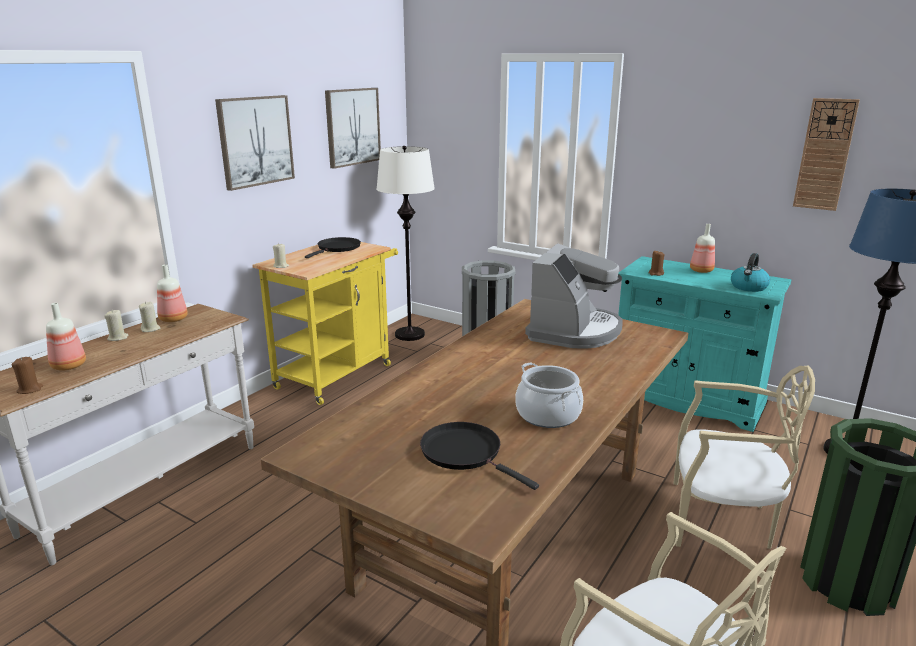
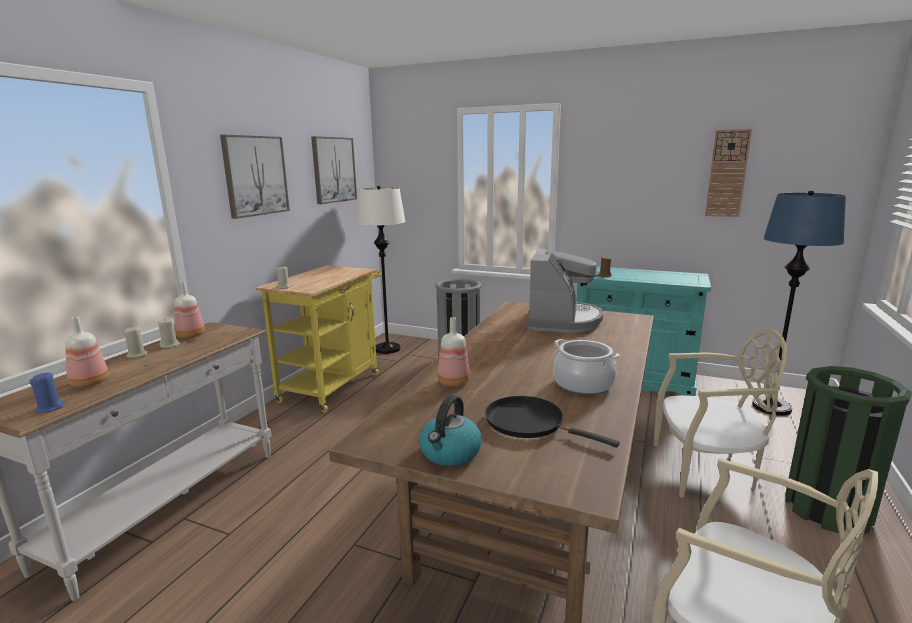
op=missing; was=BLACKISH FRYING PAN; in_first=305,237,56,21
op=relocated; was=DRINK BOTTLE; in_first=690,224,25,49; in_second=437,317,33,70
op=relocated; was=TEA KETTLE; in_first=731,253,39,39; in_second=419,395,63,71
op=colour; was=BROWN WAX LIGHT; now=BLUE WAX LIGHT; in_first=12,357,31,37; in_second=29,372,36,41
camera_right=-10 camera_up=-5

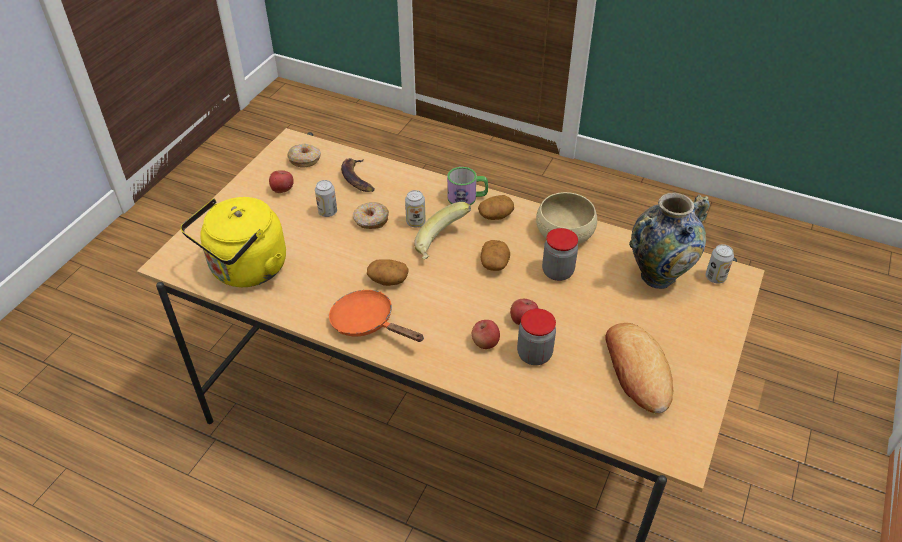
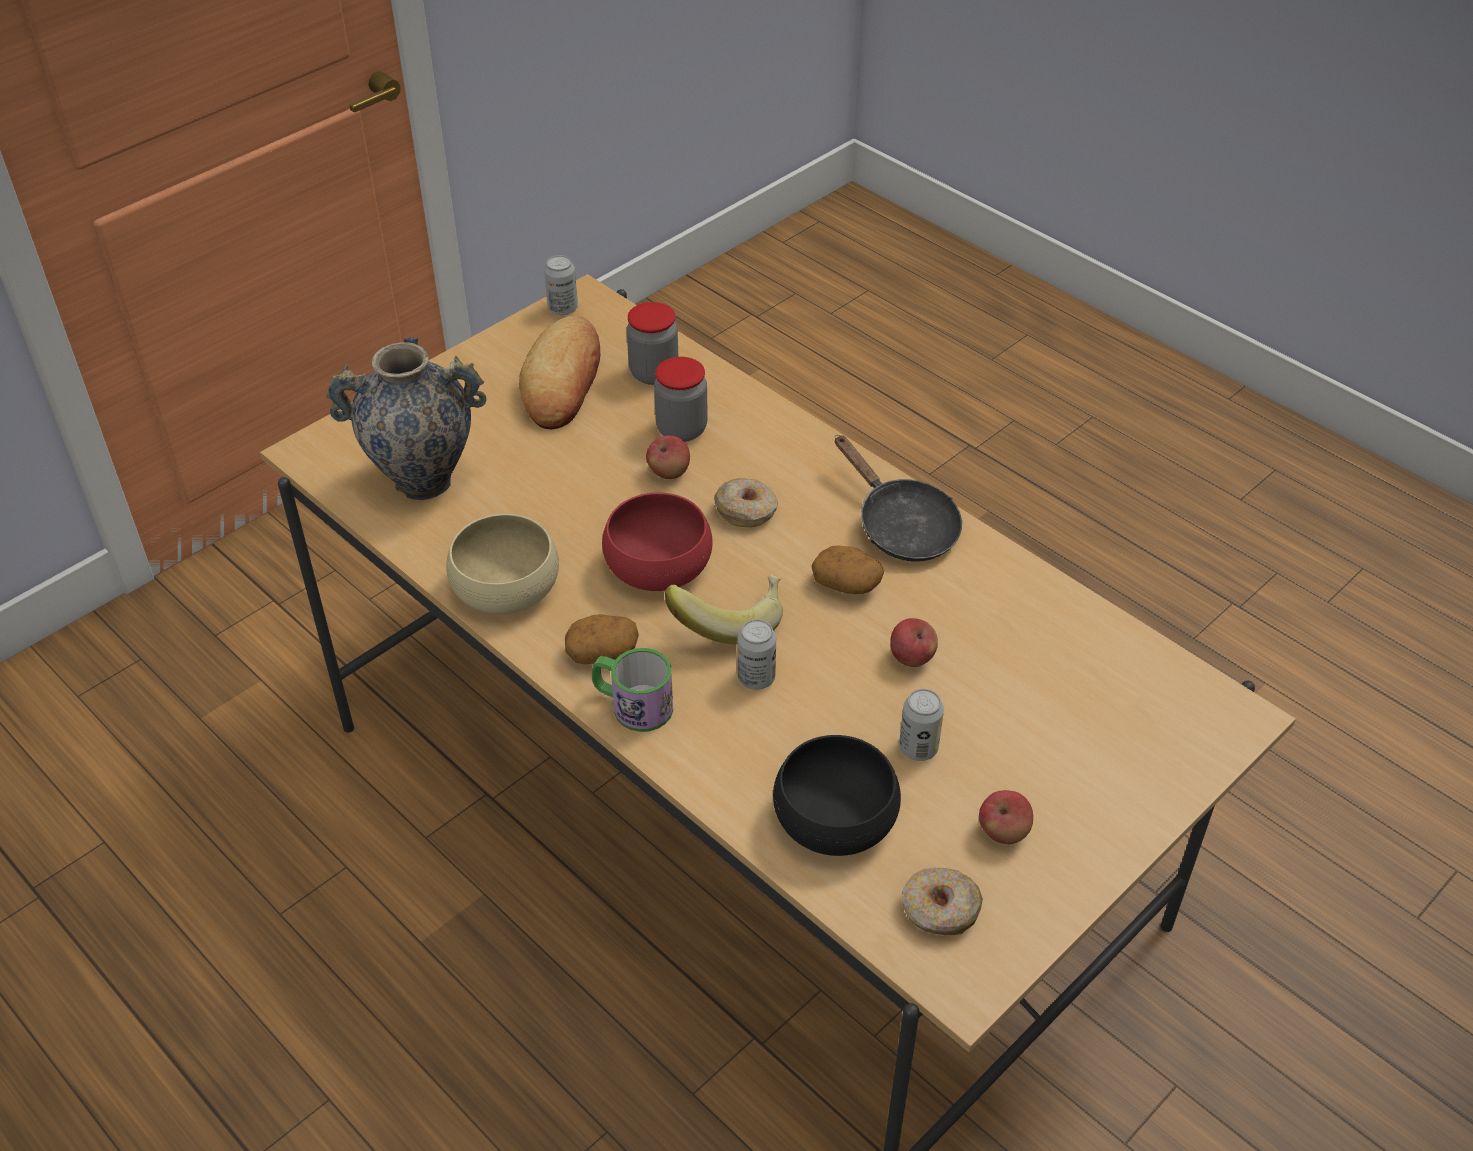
op=missing; was=YELLOW-COLOURED TEA KETTLE; in_first=180,197,106,90
op=relocated; was=DOUGHNUT; in_first=353,202,36,27; in_second=714,478,64,49
op=relocated; was=APPLE FRUIT; in_first=472,320,28,29; in_second=890,618,48,49
op=relocated; was=JAR; in_first=542,228,36,53; in_second=627,302,51,83
op=relocated; was=CAN; in_first=705,244,29,39; in_second=544,255,34,60
op=exchanged; was=BANANA FRUIT; now=BLACKISH BOWL; in_first=341,158,33,34; in_second=773,735,128,121
op=exchanged; was=POTATO; now=REDDISH BOWL; in_first=480,240,30,31; in_second=602,492,111,99
op=colour; was=ORANGEY FRYING PAN; now=BLACKISH FRYING PAN; in_first=329,290,95,52; in_second=835,435,127,127
camera_right=-160 camera_up=0

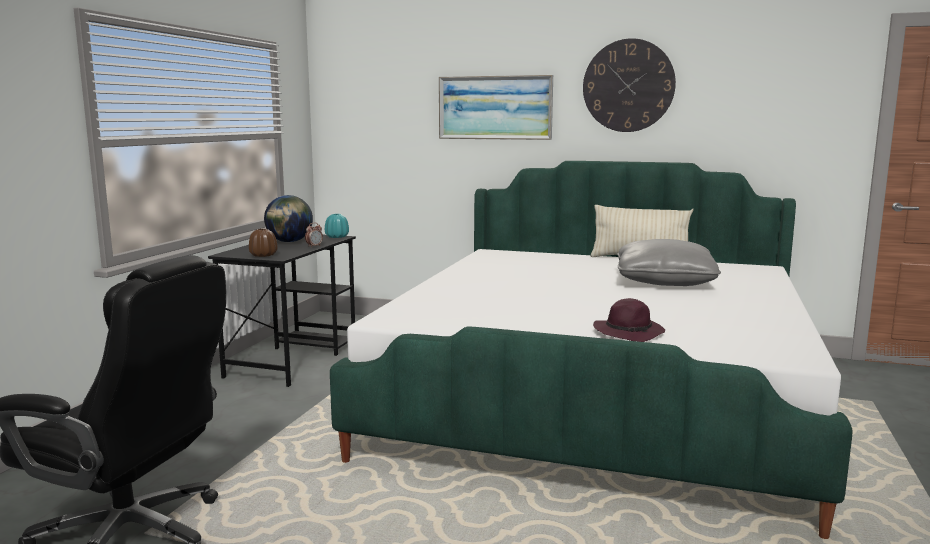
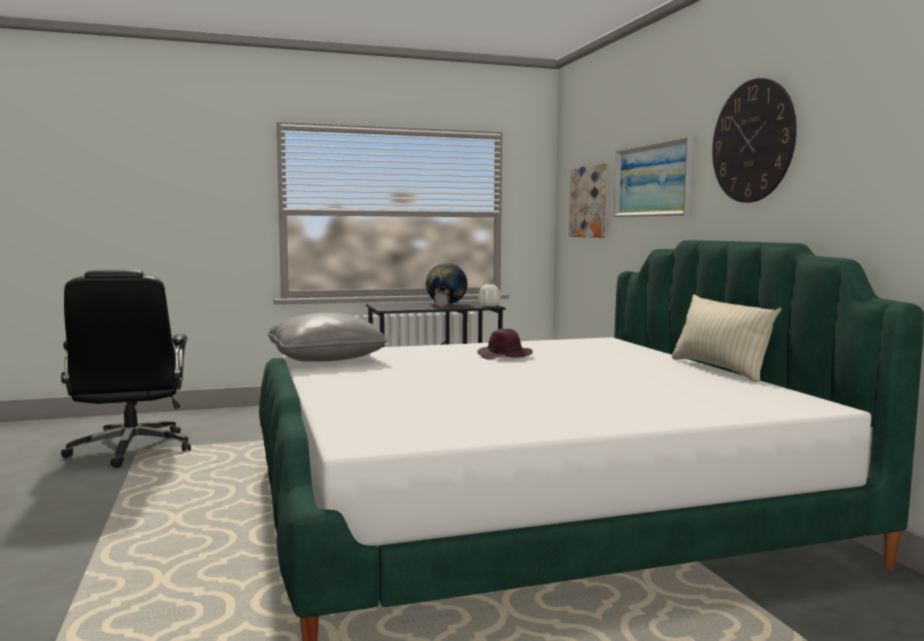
op=missing; was=BROWN VASE; in_first=249,229,29,28
op=appeared; now=PICTURE; in_second=569,163,38,75
op=relocated; was=PURPLE HAT; in_first=593,298,72,44; in_second=477,329,56,30
op=relocated; was=GREY THROW PILLOW; in_first=617,239,104,47; in_second=268,313,119,49
op=colour; was=BLUE-GREEN VASE; now=WHITISH VASE; in_first=325,214,24,24; in_second=478,284,23,23
camera_right=55 camera_up=-5

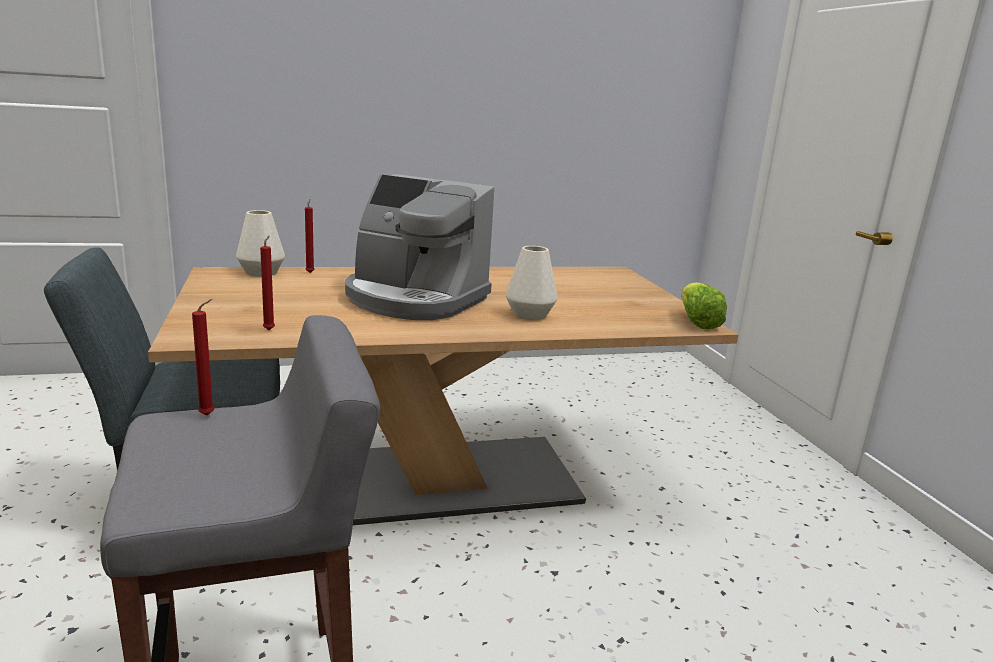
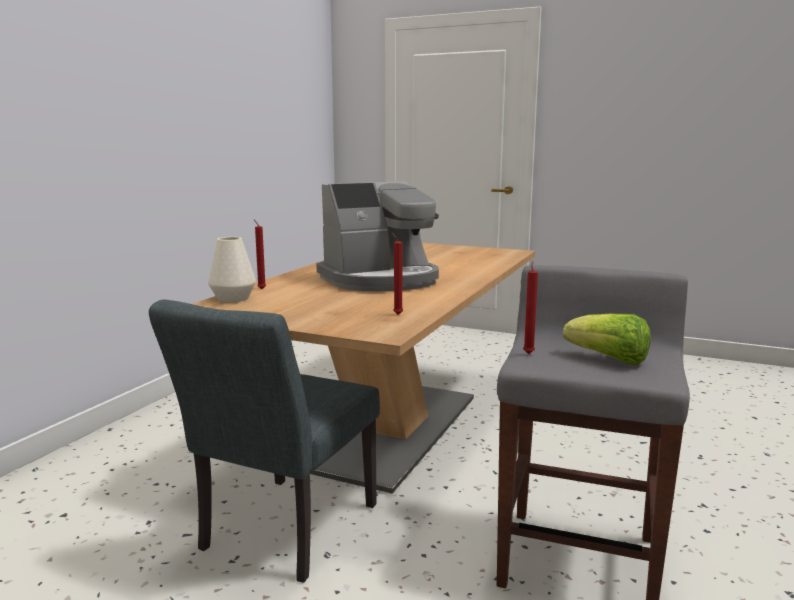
op=missing; was=WHITISH VASE; in_first=506,246,51,74
op=relocated; was=LETTUCE HEAD; in_first=681,282,46,47; in_second=563,314,88,51
camera_right=-50 camera_up=-5

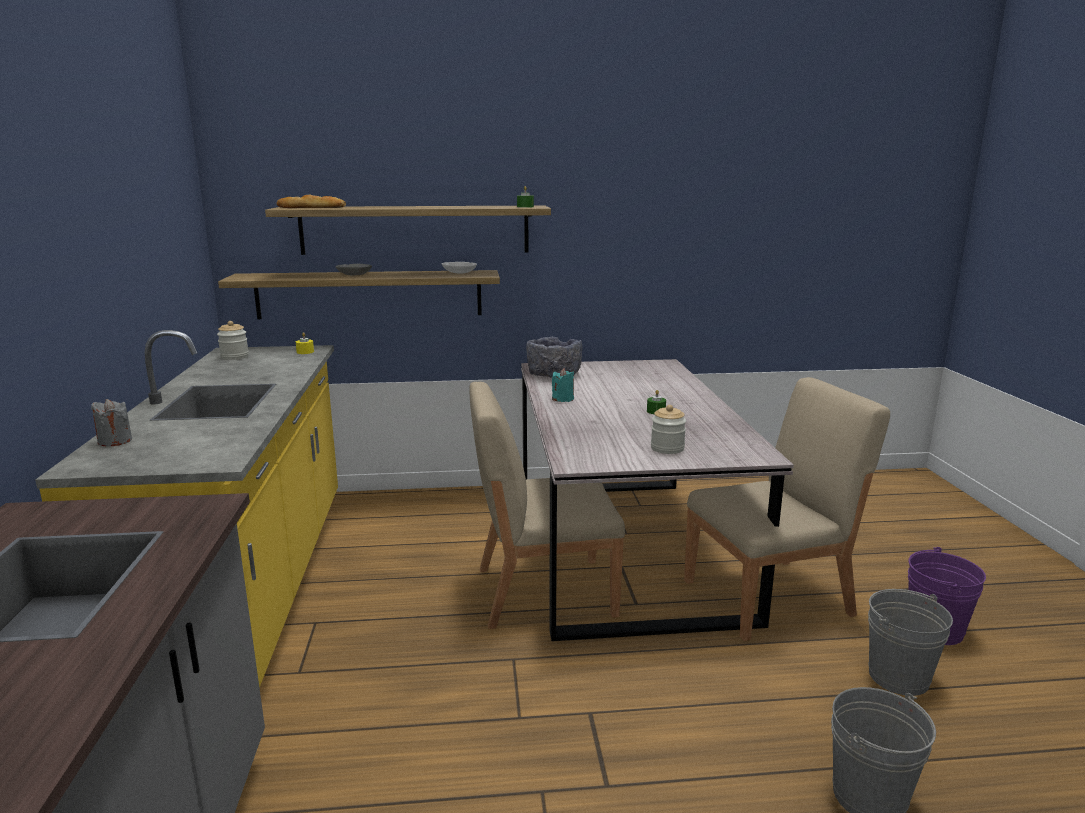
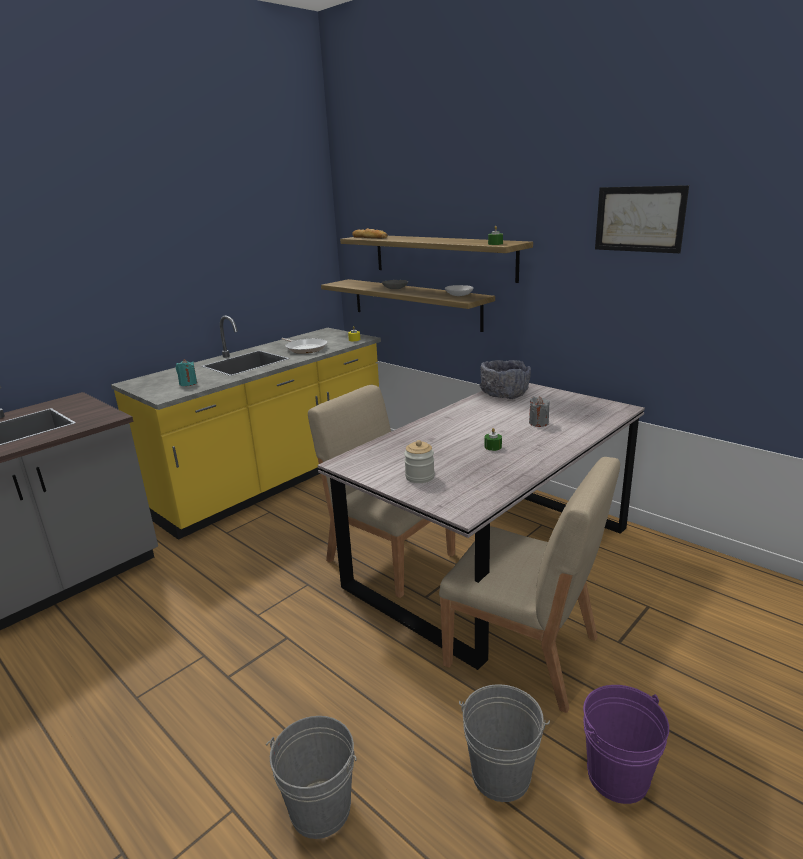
op=missing; was=JAR; in_first=217,321,32,39
op=appeared; now=FRYING PAN; in_second=281,338,46,15
op=appeared; now=PICTURE; in_second=595,185,94,68
op=relocated; was=GREY WAX LIGHT; in_first=91,399,41,47; in_second=529,397,21,30
op=relocated; was=BLUE-GREEN WAX LIGHT; in_first=552,368,22,34; in_second=176,359,21,27
camera_right=50 camera_up=5

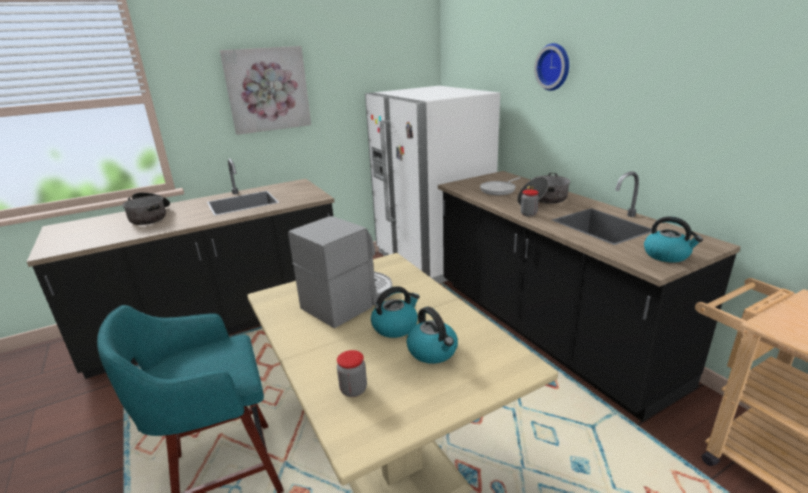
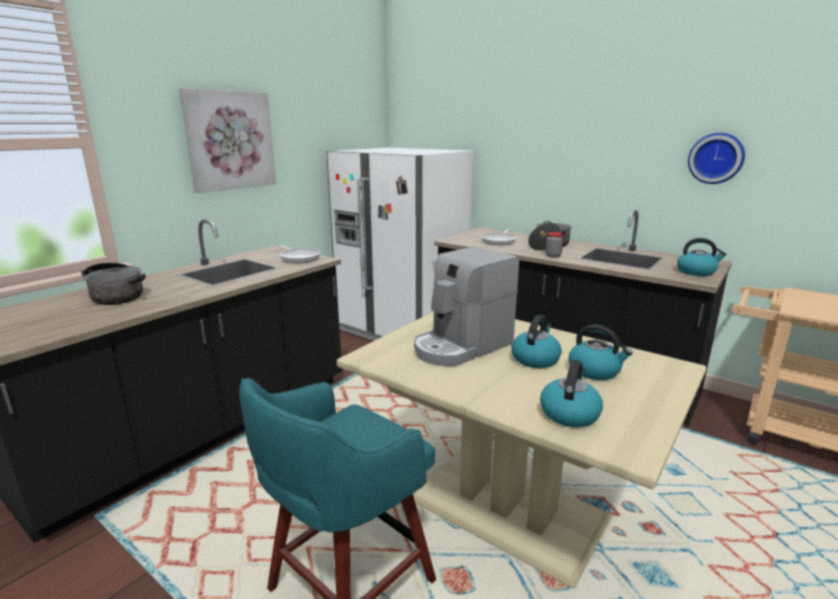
op=appeared; now=FRYING PAN; in_second=279,245,41,18
op=relocated; was=WALL CLOCK; in_first=534,43,35,48; in_second=688,133,57,51
op=exchanged; was=JAR; now=TEA KETTLE; in_first=337,350,30,47; in_second=540,360,63,67
op=spun; was=COFFEE MAKER; in_first=288,216,105,113; in_second=414,246,105,120; clockwise=-150
camera_right=-25 camera_up=-5

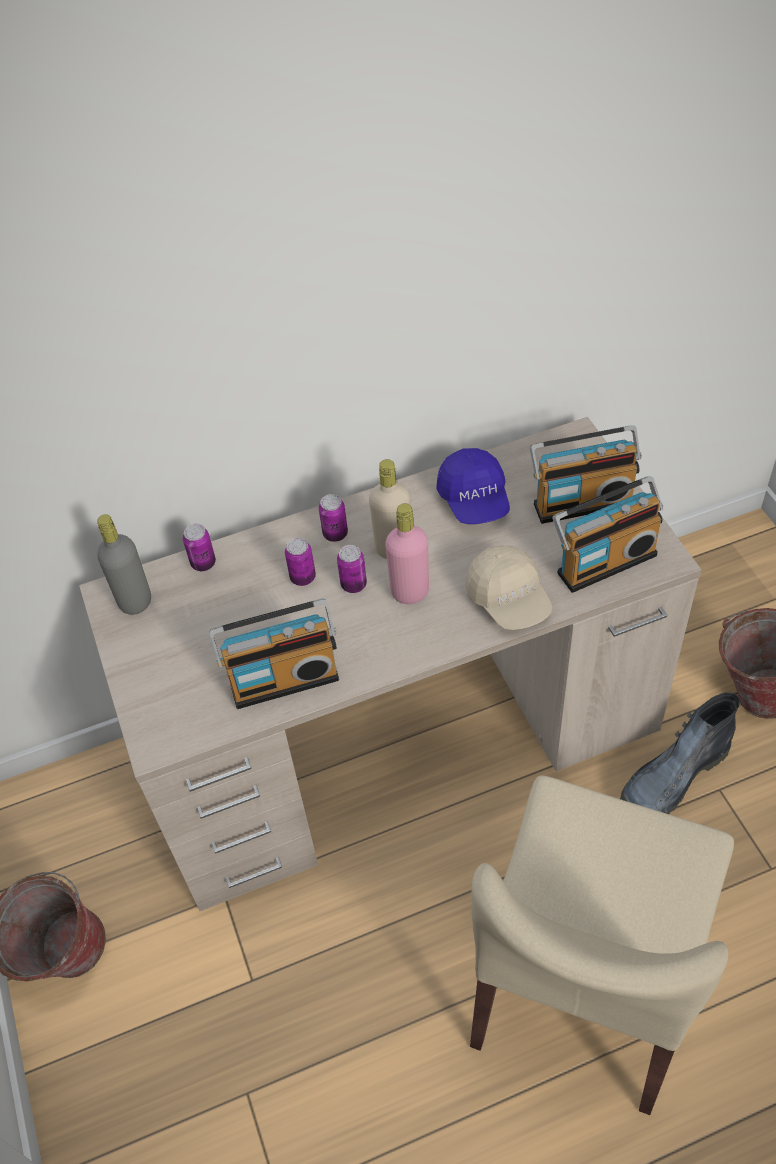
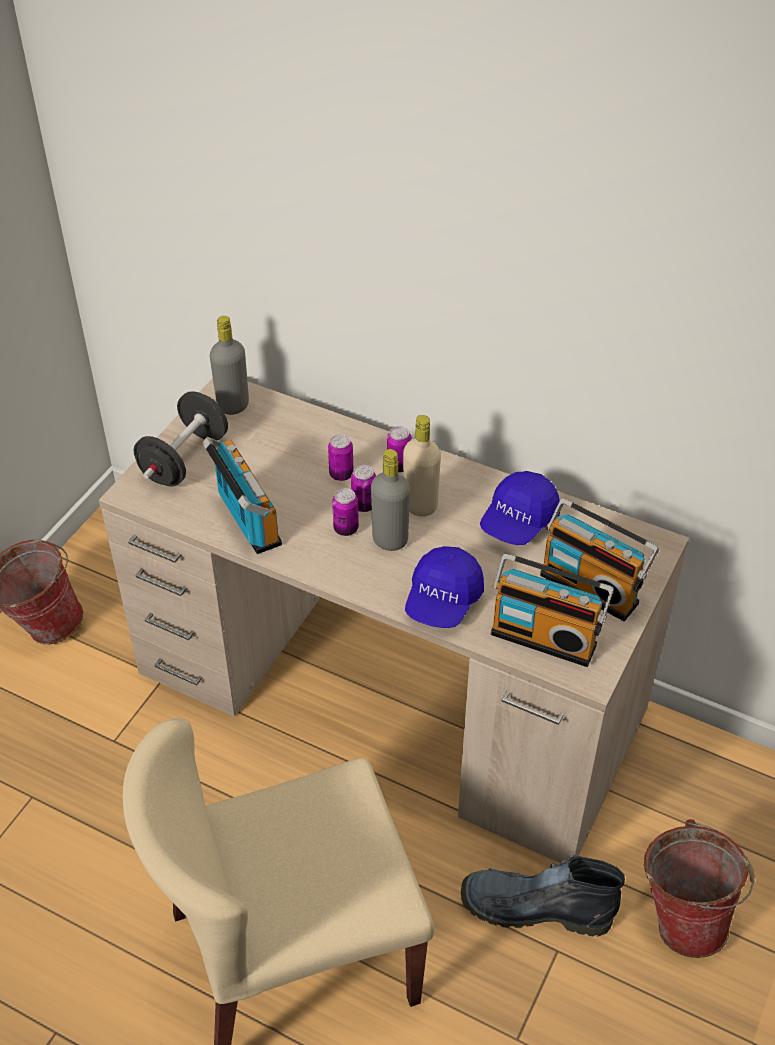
op=appeared; now=BLACKISH FREE WEIGHT; in_second=134,391,94,96
op=relocated; was=CAN; in_first=183,524,33,47; in_second=332,488,27,48
op=colour; was=PINK-COLOURED DRINK BOTTLE; now=GREY DRINK BOTTLE; in_first=385,503,44,101; in_second=371,449,39,102
op=colour; was=BEIGE PEAKED CAP; now=BLUE PEAKED CAP; in_first=465,545,87,85; in_second=405,546,79,82
op=spun; was=RADIO SET; in_first=210,599,129,110; in_second=202,437,80,117; clockwise=-150
camera_right=45 camera_up=-5

